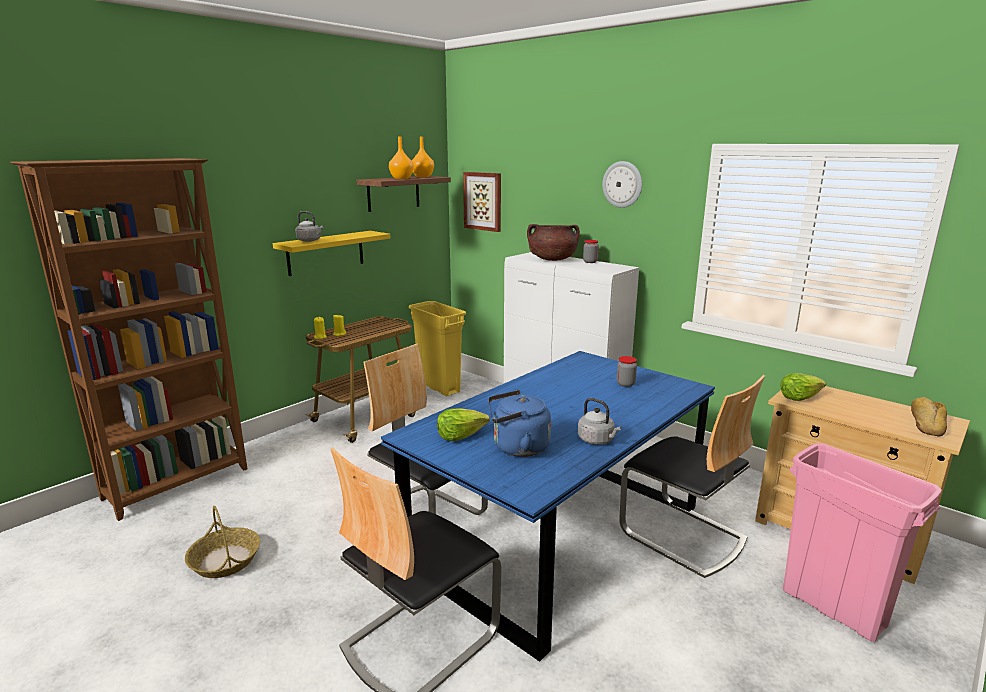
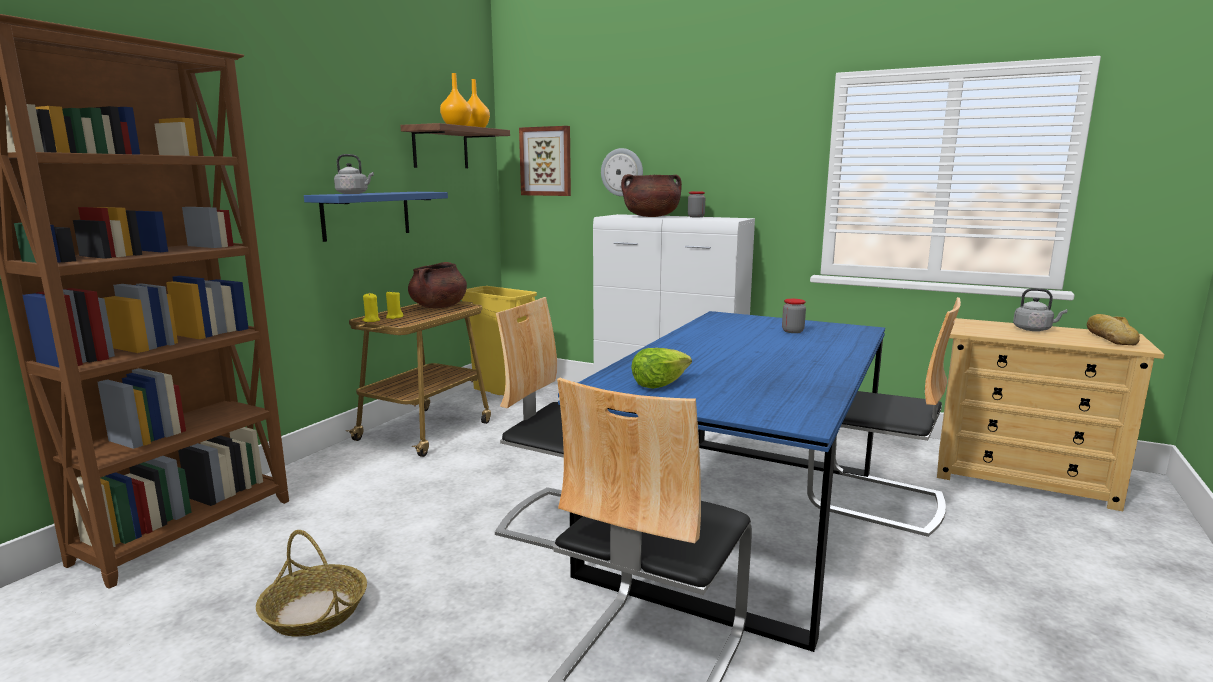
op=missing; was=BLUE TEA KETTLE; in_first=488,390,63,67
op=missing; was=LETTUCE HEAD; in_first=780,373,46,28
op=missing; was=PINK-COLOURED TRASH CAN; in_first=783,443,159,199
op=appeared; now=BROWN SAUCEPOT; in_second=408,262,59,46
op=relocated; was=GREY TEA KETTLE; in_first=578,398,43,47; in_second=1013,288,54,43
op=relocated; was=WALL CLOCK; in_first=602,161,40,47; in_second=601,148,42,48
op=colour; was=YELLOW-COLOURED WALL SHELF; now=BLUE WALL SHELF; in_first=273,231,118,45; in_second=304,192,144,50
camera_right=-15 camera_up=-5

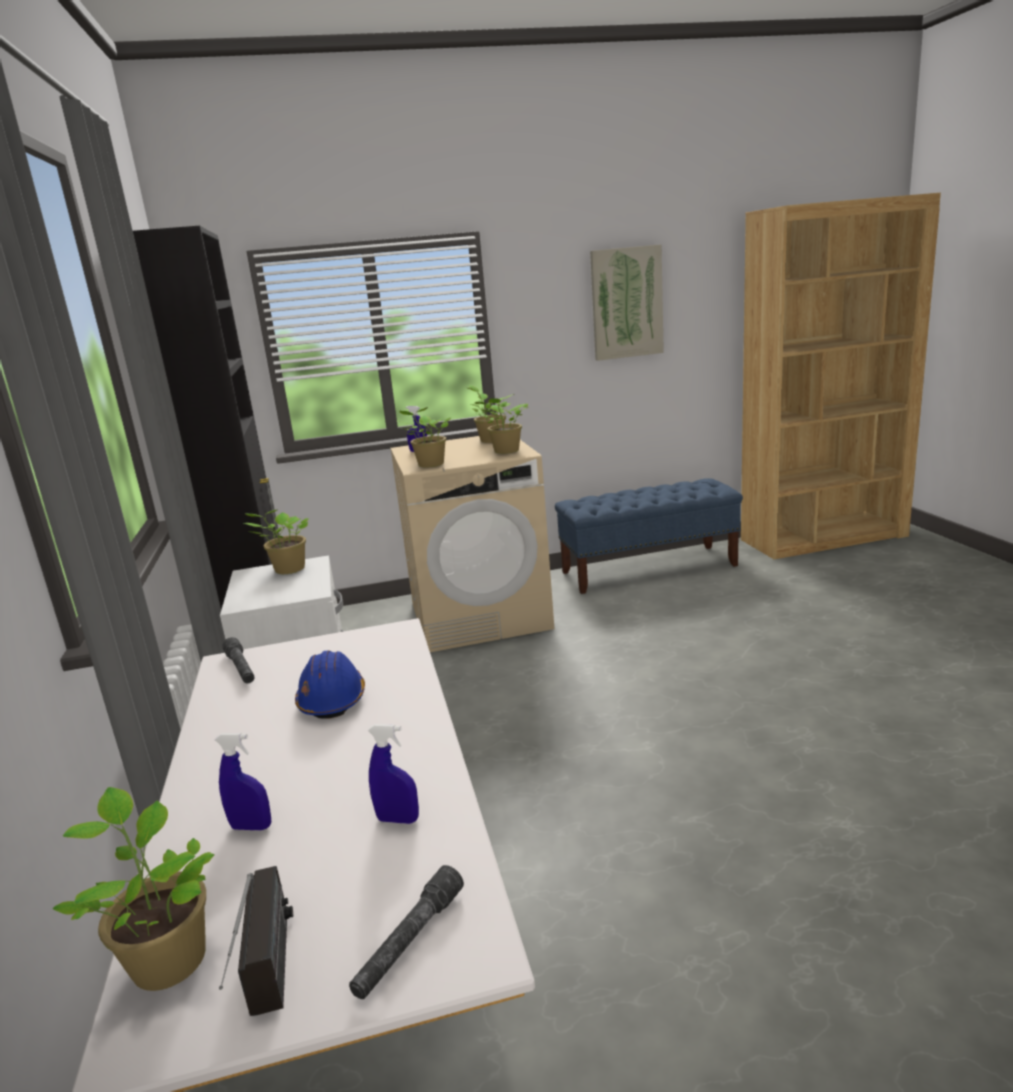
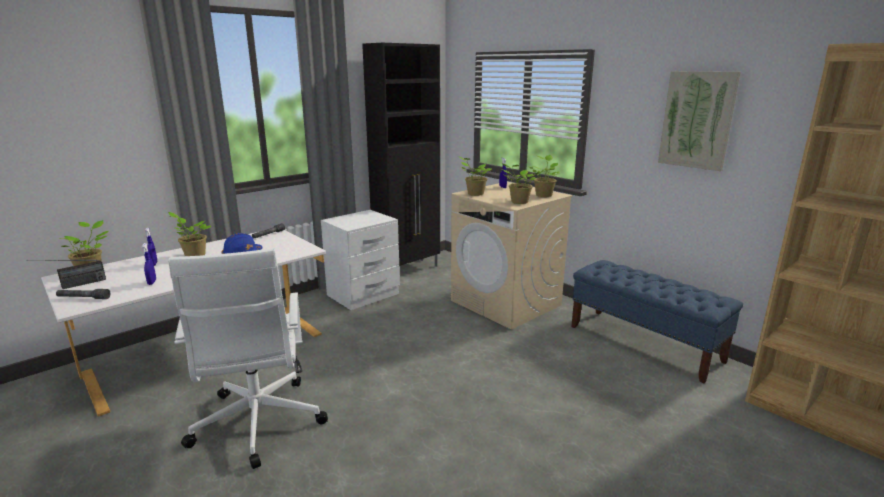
op=appeared; now=WHITISH COMPUTER CHAIR; in_second=168,249,160,220
op=relocated; was=PLANT IN A POT; in_first=244,510,65,64; in_second=168,212,43,44
camera_right=60 camera_up=0

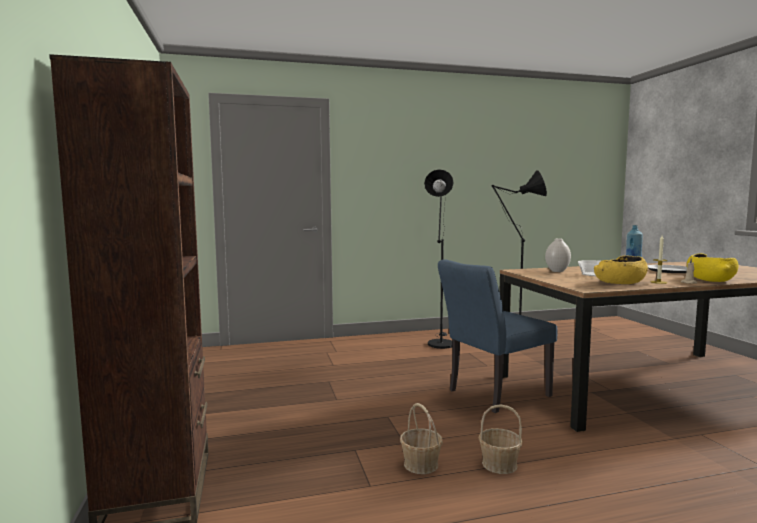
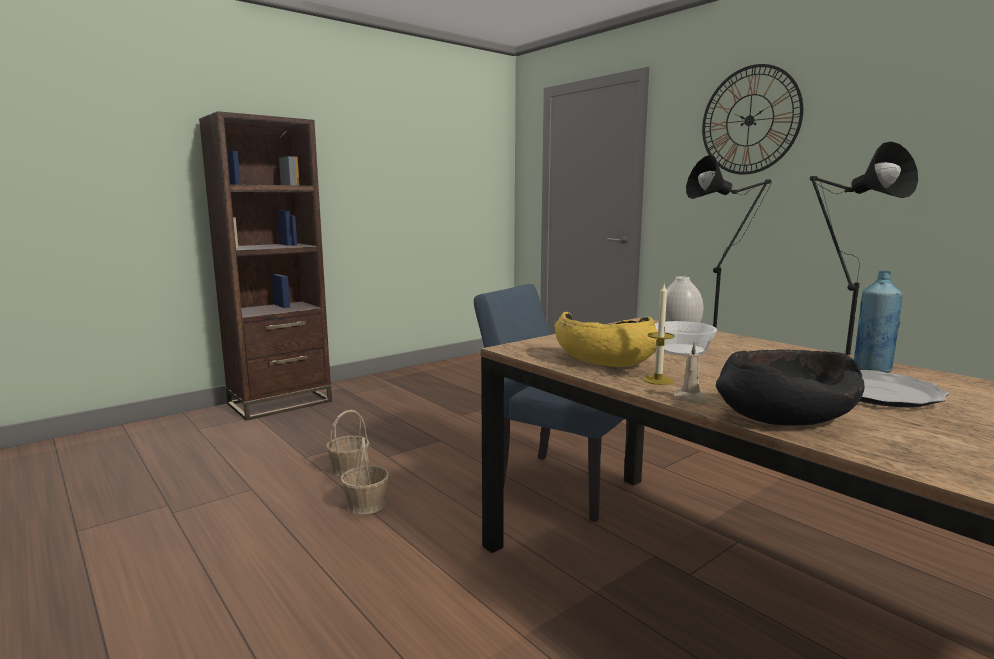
op=appeared; now=WALL CLOCK; in_second=702,64,101,111
op=colour; was=YELLOW-COLOURED BOWL; now=BLACKISH BOWL; in_first=687,253,52,29; in_second=716,349,149,77
camera_right=65 camera_up=5

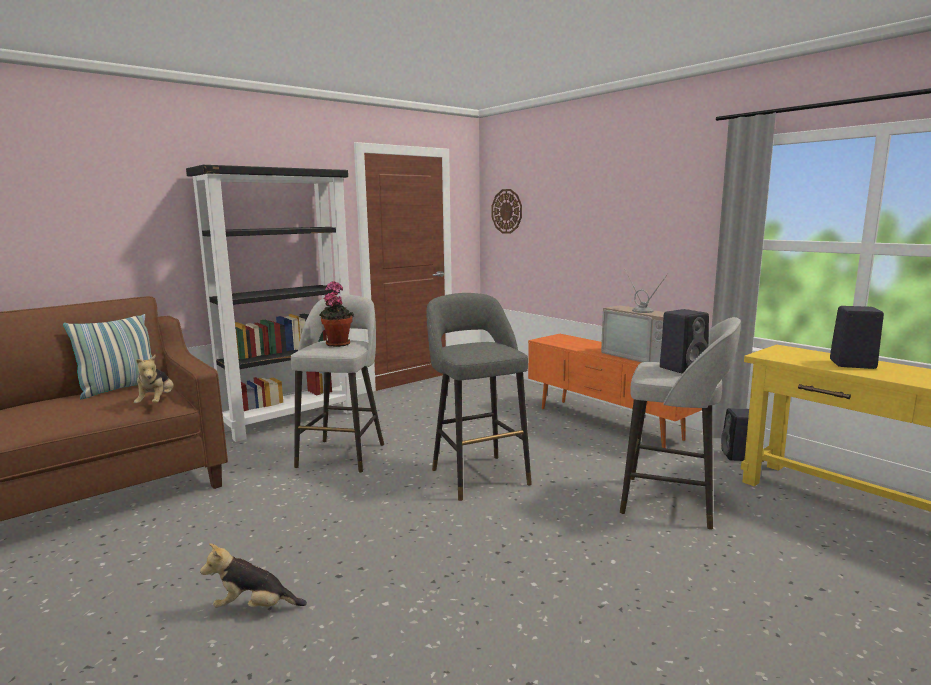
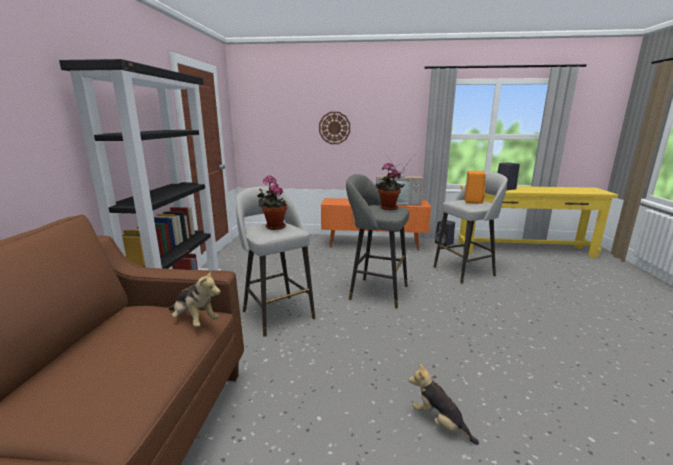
op=missing; was=THROW PILLOW; in_first=63,314,89,85
op=appeared; now=PLANT IN A POT; in_second=376,162,29,48
op=relocated; was=WALL CLOCK; in_first=492,189,30,45; in_second=319,112,31,32
op=colour; was=BLACKISH LOUDSPEAKER; now=ORANGEY LOUDSPEAKER; in_first=660,309,49,65; in_second=464,171,21,33
op=spun; was=CUDDLY TOY; in_first=200,543,107,65; in_second=409,363,70,82; clockwise=90
camera_right=-45 camera_up=5

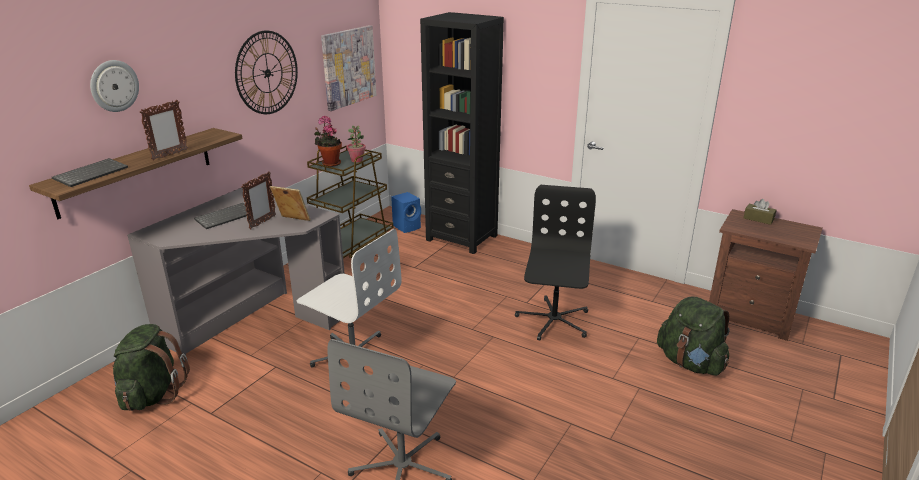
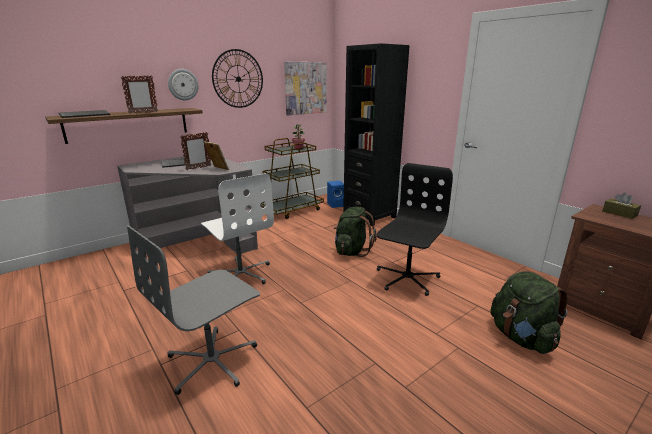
op=missing; was=PLANT IN A POT; in_first=314,116,28,51
op=relocated; was=WALL CLOCK; in_first=90,60,49,52; in_second=168,69,31,31
op=relocated; was=GREEN-COLOURED KNAPSACK; in_first=112,324,78,87; in_second=334,207,43,50
camera_right=20 camera_up=-5

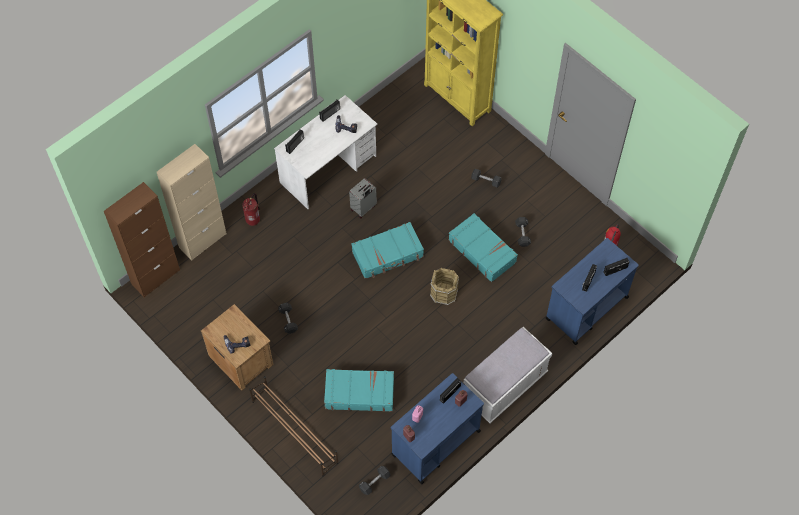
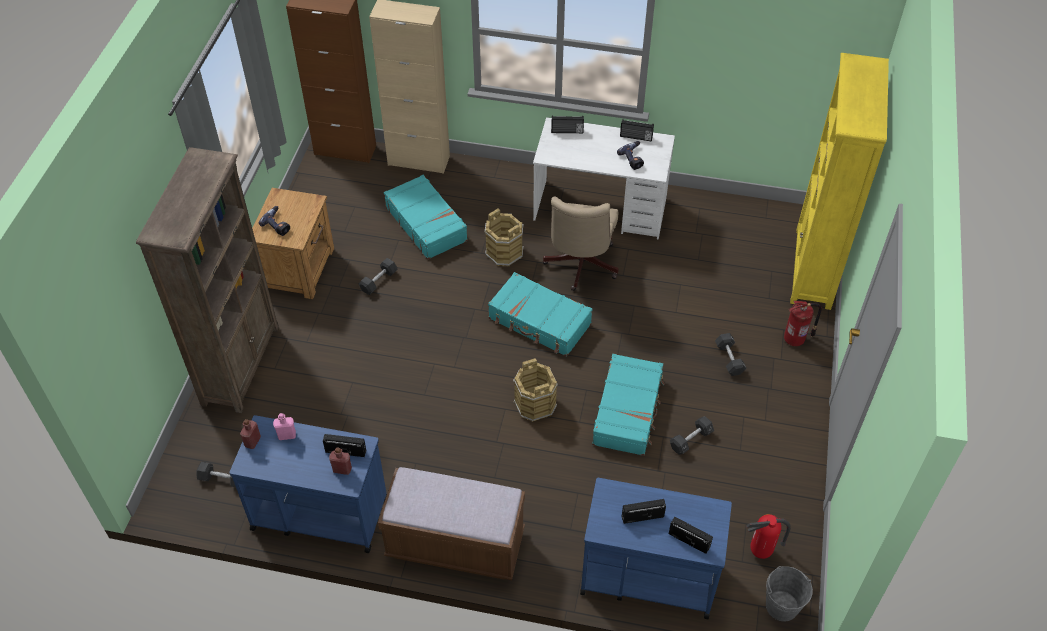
op=appeared; now=BROWN PAIL; in_second=485,208,38,59
op=appeared; now=GREY PAIL; in_second=766,566,47,56
op=relocated; was=FIRE-FIGHTING CYLINDER; in_first=242,193,18,33; in_second=784,301,38,45
op=relocated; was=BLUE-GREEN PIECE OF LUGGAGE; in_first=324,369,70,43; in_second=384,175,84,85
op=exchanged; was=BROWN SHOE SHELF; now=BROWN SHELVING UNIT; in_first=249,376,90,100; in_second=136,147,143,266
op=exchanged; was=GREY PIECE OF LUGGAGE; now=BEIGE COMPUTER CHAIR; in_first=349,178,28,40; in_second=542,197,77,94
op=colour; was=WHITISH BENCH; now=BROWN BENCH; in_first=463,327,89,96; in_second=378,467,147,113
camera_right=55 camera_up=-10

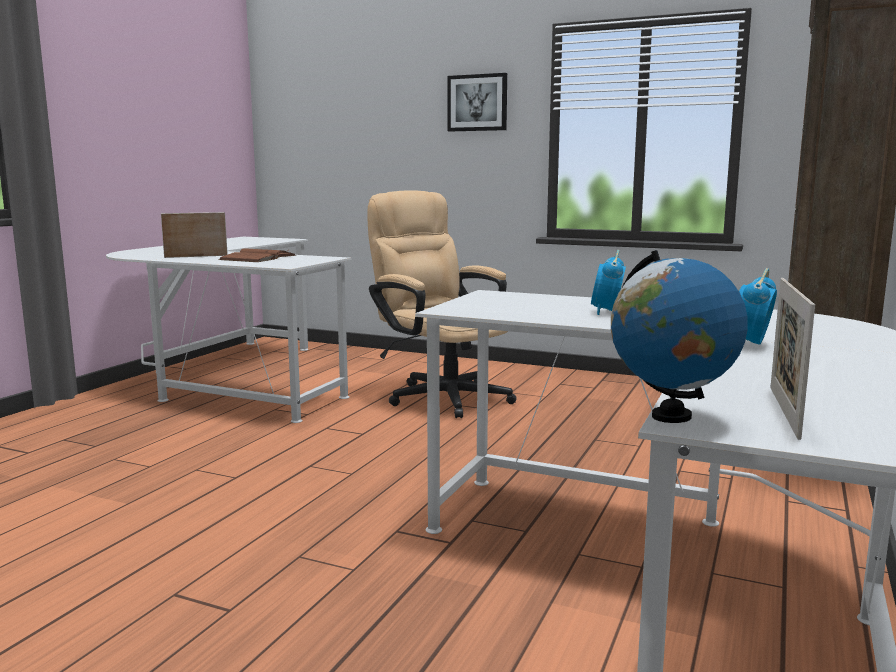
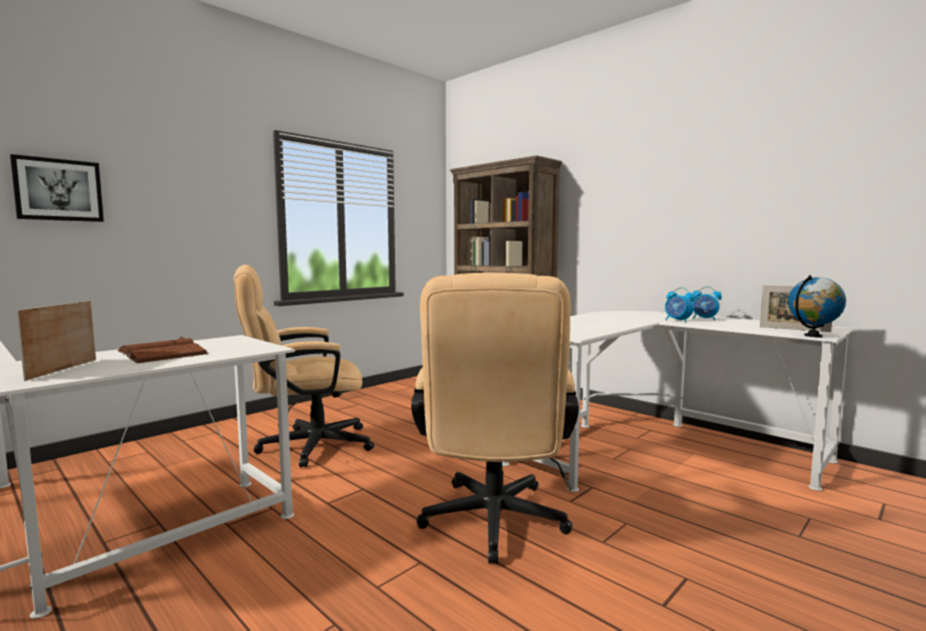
op=appeared; now=BEIGE COMPUTER CHAIR; in_second=411,272,168,292
op=relocated; was=PICTURE; in_first=447,73,60,59; in_second=10,154,94,68
op=relocated; was=BEDSIDE CLOCK; in_first=591,250,35,65; in_second=693,286,29,34
camera_right=-70 camera_up=-5

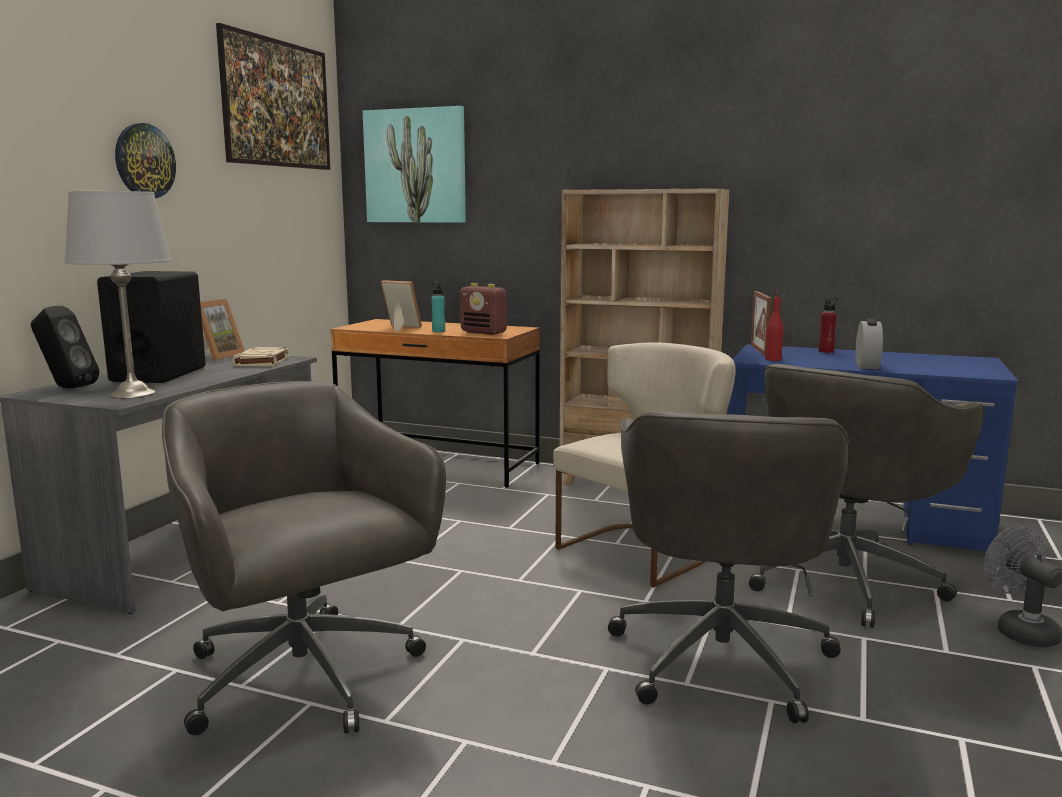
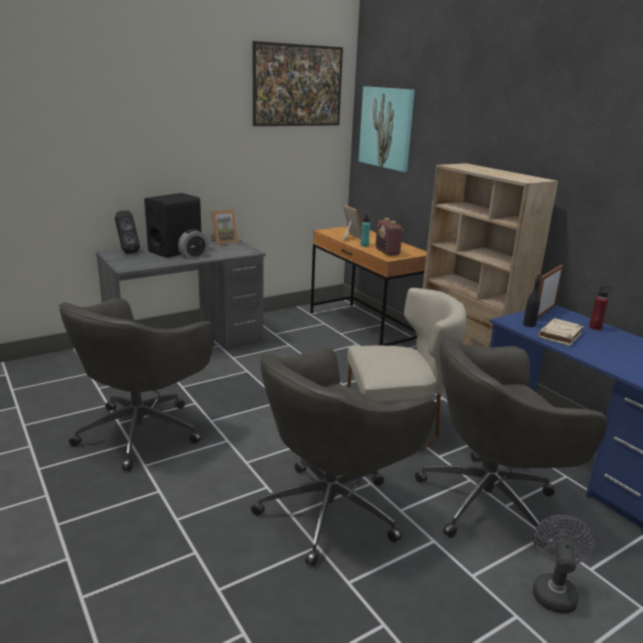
op=missing; was=GREY TABLETOP LAMP; in_first=64,191,107,208
op=missing; was=WALL CLOCK; in_first=115,123,61,75
op=relocated; was=BEIGE BOOK; in_first=232,347,57,19; in_second=538,318,46,28
op=relocated; was=BEDSIDE CLOCK; in_first=855,319,28,50; in_second=178,229,31,30
op=colour; was=REDDISH DRINK BOTTLE; now=BLACKISH DRINK BOTTLE; in_first=765,291,18,70; in_second=523,274,18,53
op=spun; was=GREY COMPUTER CHAIR; in_first=162,381,284,354; in_second=59,298,156,173; clockwise=-150
camera_right=35 camera_up=10

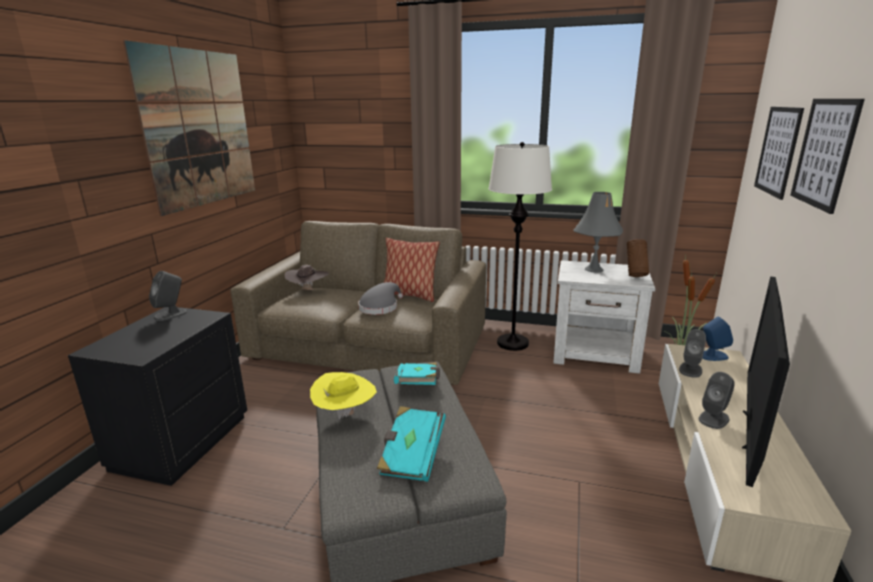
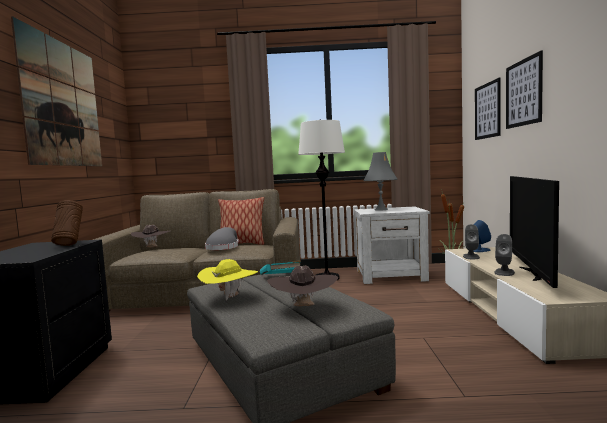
op=missing; was=GREY LOUDSPEAKER; in_first=149,271,38,50
op=relocated; was=BROWN VASE; in_first=627,239,22,38; in_second=51,200,32,46
op=exchanged; was=BLUE-GREEN BOOK; now=BROWN HAT; in_first=377,406,69,76; in_second=267,266,72,40
camera_right=-15 camera_up=-15

